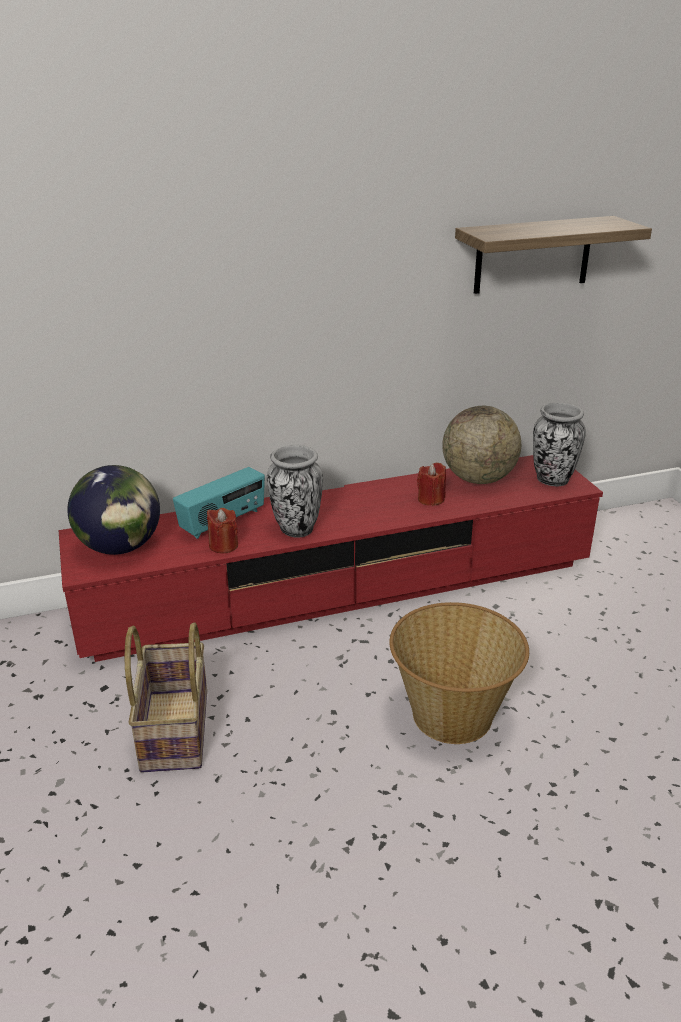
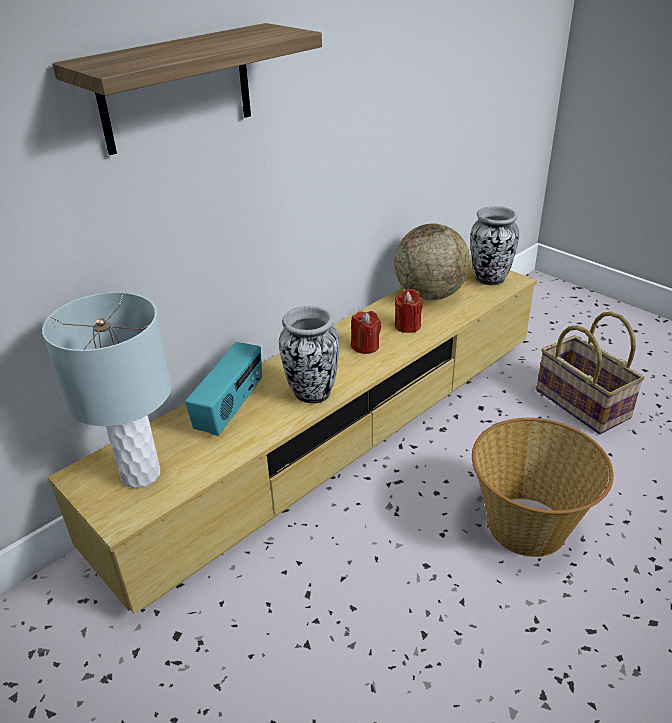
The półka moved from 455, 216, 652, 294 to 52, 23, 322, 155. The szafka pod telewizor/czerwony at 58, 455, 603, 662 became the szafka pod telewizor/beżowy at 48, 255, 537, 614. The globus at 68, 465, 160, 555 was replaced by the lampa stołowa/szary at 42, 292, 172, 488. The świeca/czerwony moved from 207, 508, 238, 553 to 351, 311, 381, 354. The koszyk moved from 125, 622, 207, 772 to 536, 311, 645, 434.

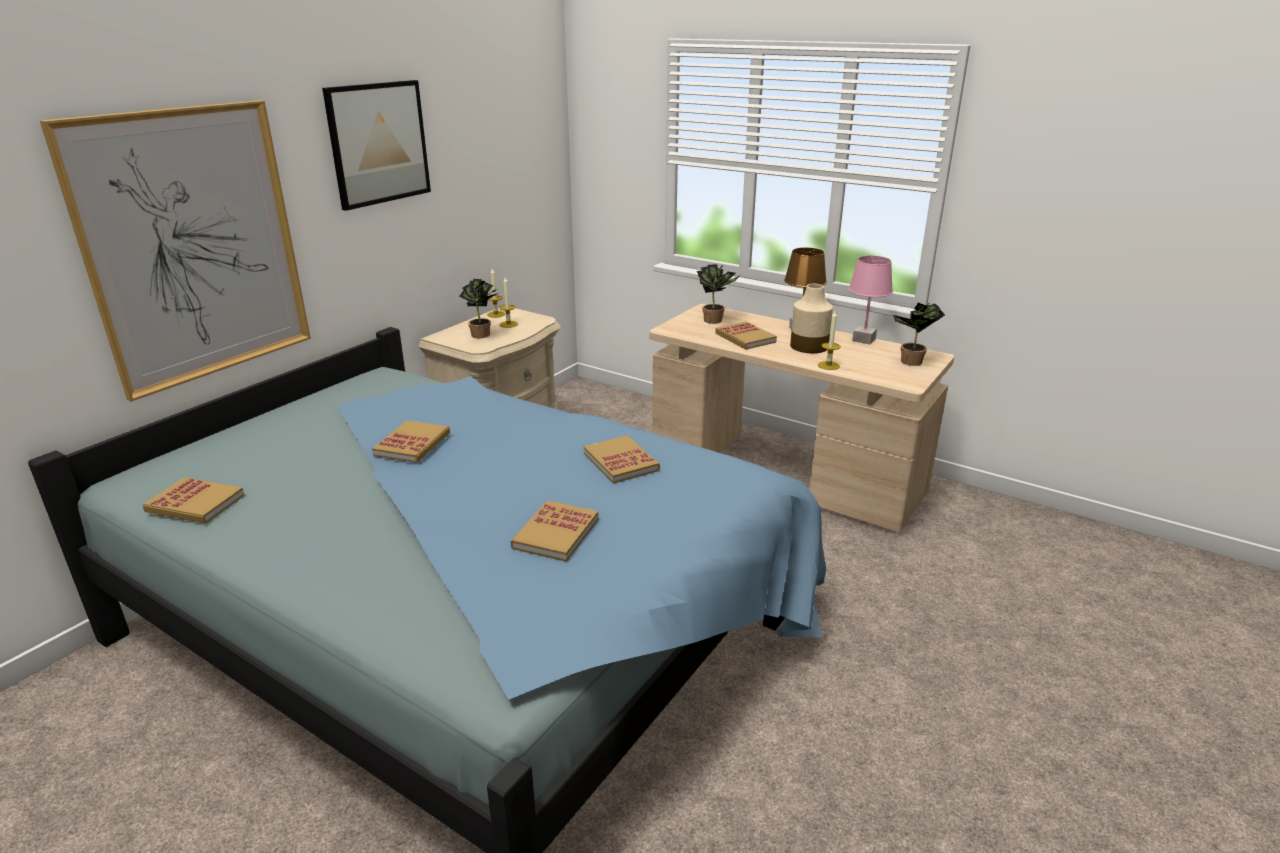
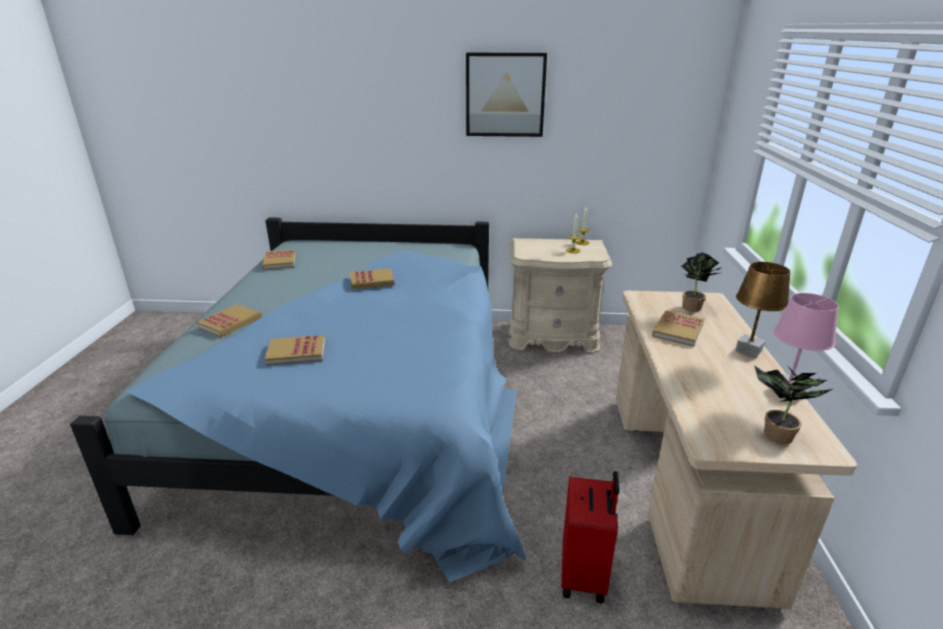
The obraz at 40, 100, 311, 402 disappeared. The roślina doniczkowa at 459, 279, 498, 338 disappeared. The wazon/beżowy at 790, 284, 833, 353 disappeared. The świeca at 818, 311, 840, 370 disappeared. The książka moved from 584, 436, 660, 484 to 196, 304, 262, 337. The walizka/czerwony at 561, 471, 619, 603 appeared.

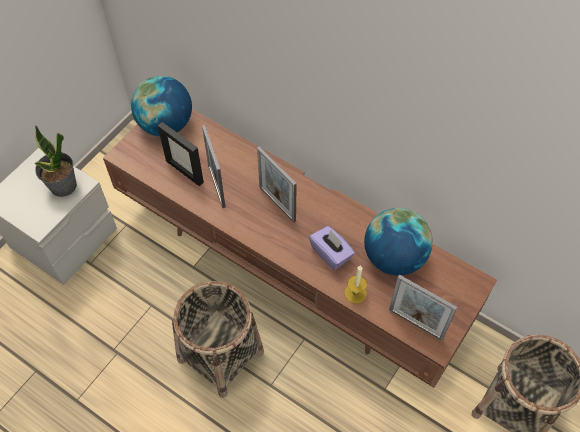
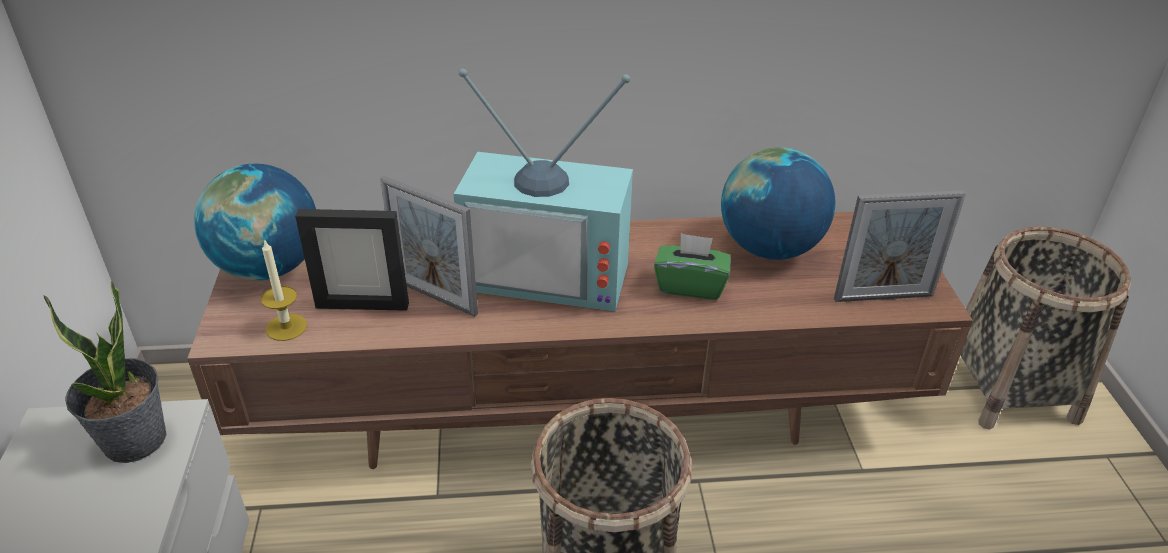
The ramka na zdjęcie at 257, 146, 297, 223 was replaced by the telewizor at 453, 69, 633, 312. The pudełko chusteczek/fioletowy at 309, 226, 355, 270 became the pudełko chusteczek/zielony at 654, 233, 731, 300. The świeca moved from 345, 265, 367, 304 to 261, 239, 307, 341.

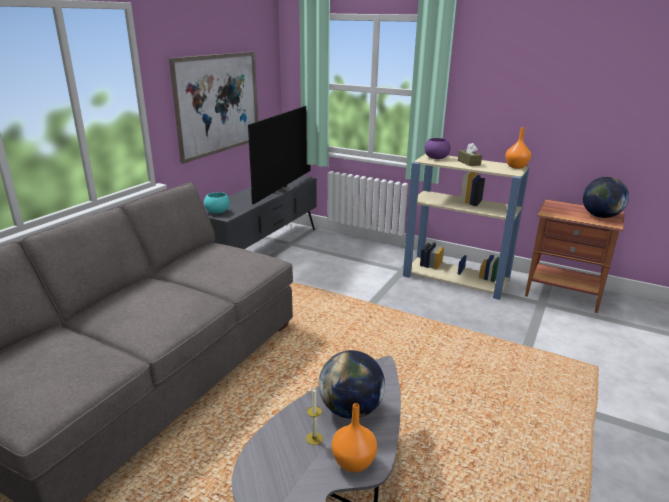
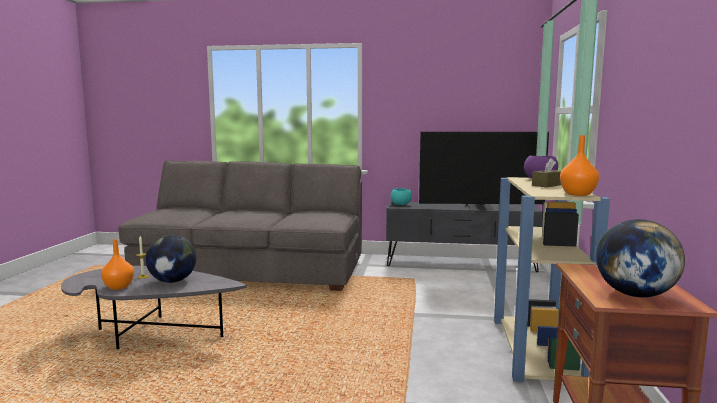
The obraz at 169, 52, 258, 164 disappeared.

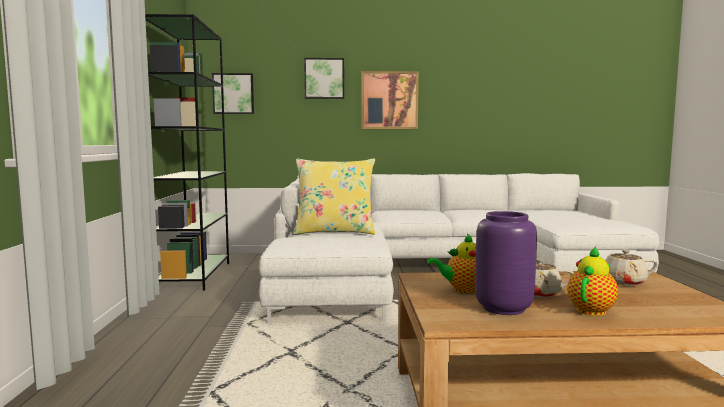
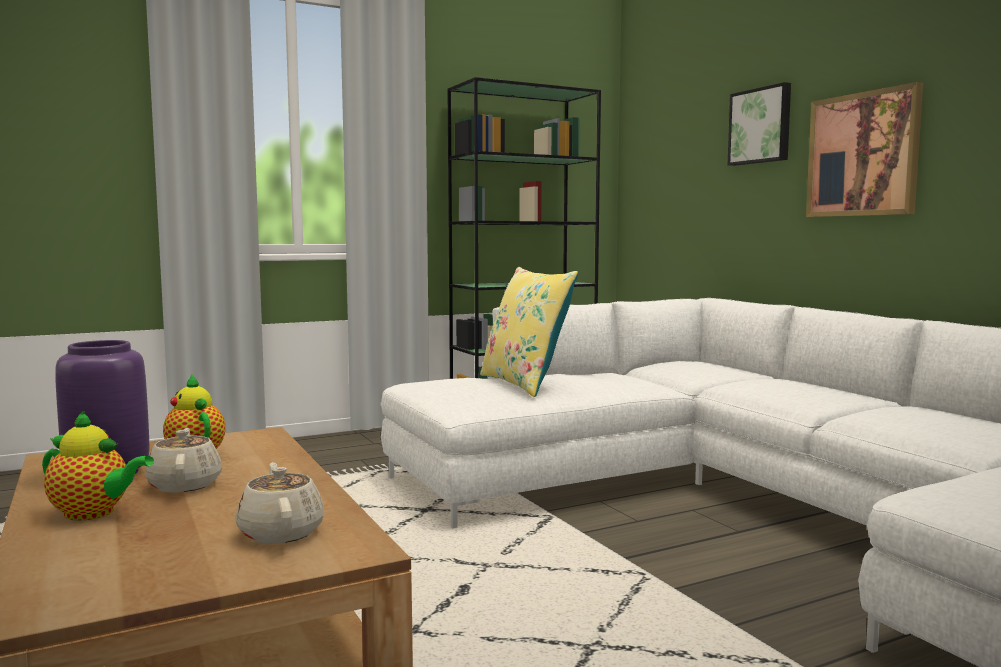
The obraz at 212, 73, 254, 114 disappeared.

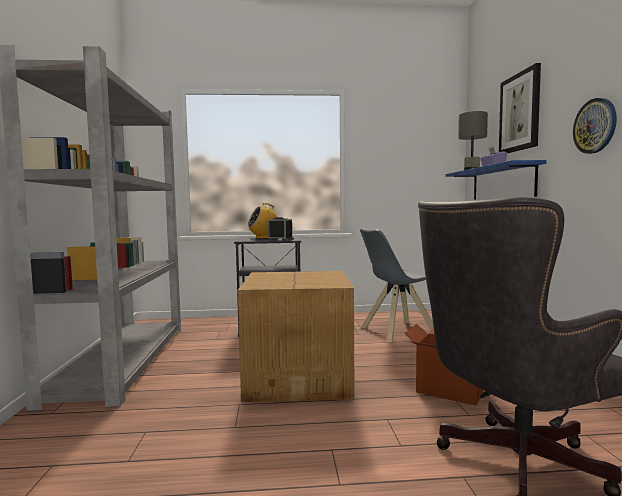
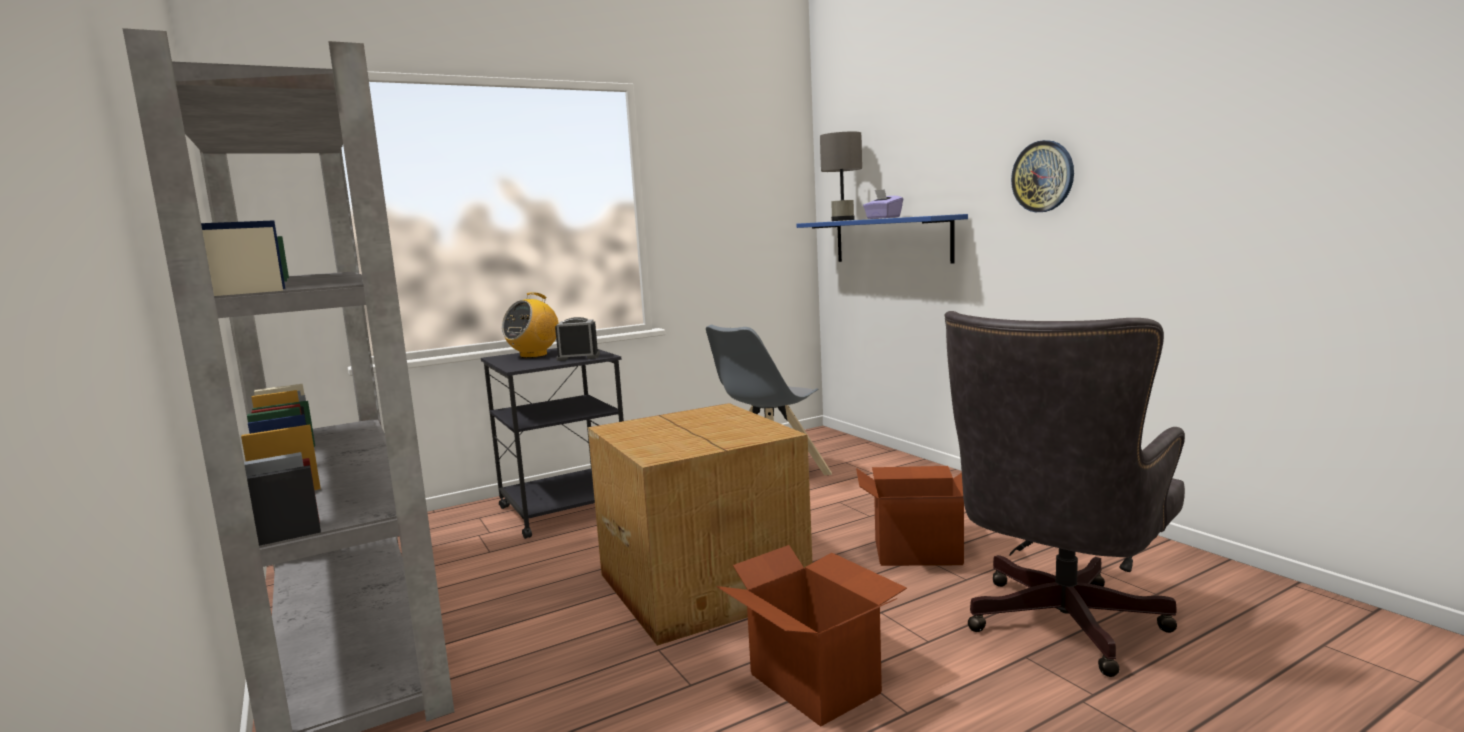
The obraz at 499, 63, 541, 153 disappeared. The karton at 717, 545, 907, 727 appeared.

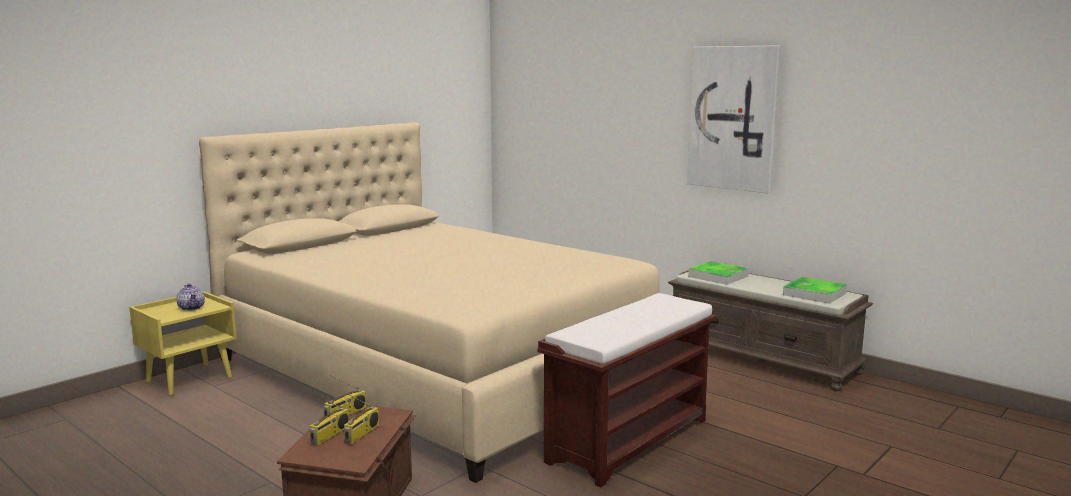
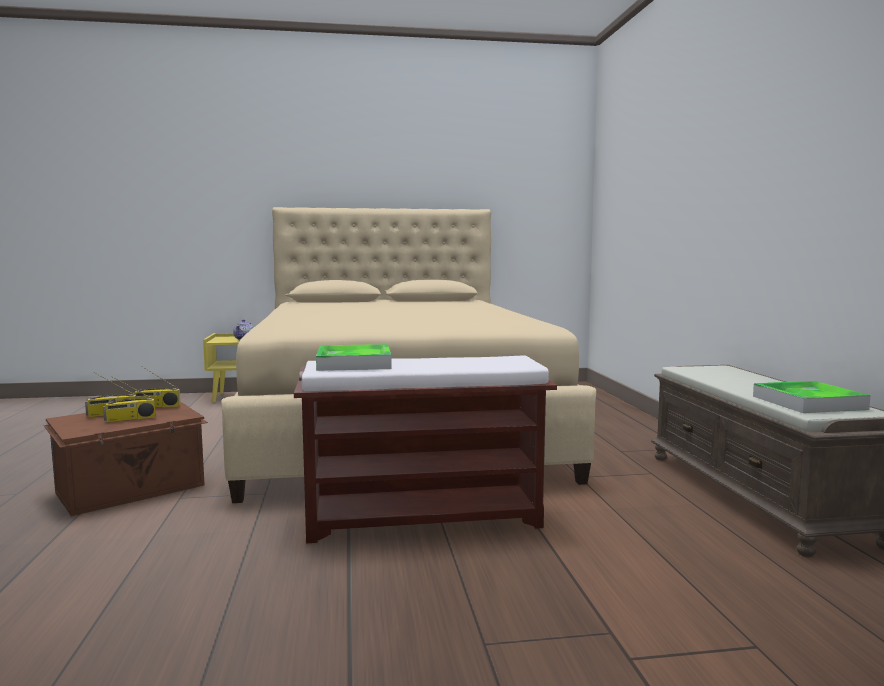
The obraz at 687, 45, 781, 193 disappeared. The taca moved from 688, 261, 749, 285 to 316, 344, 391, 371.

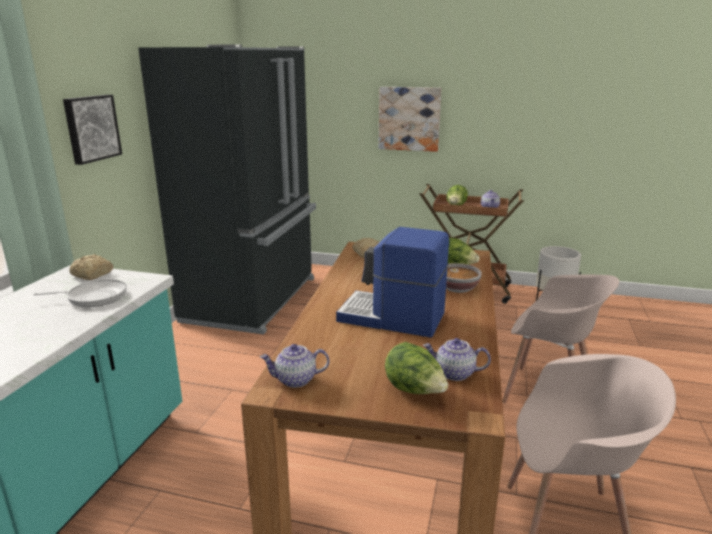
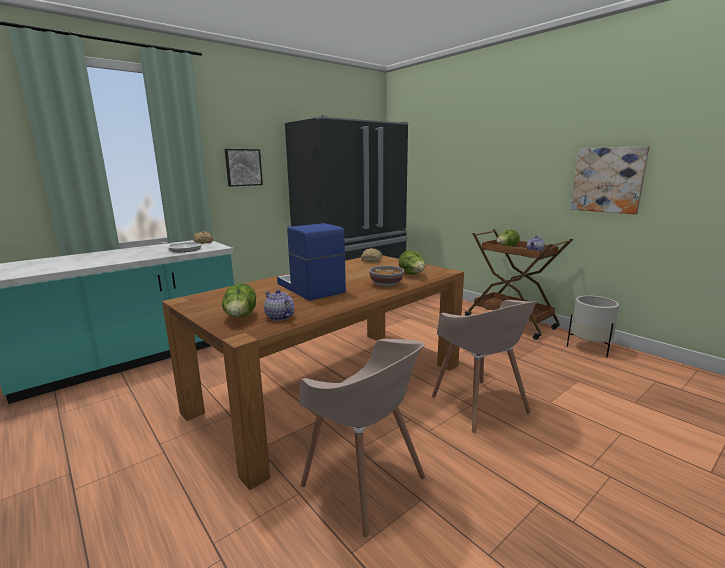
The obraz moved from 378, 87, 442, 152 to 570, 146, 650, 214. The imbryk at 260, 344, 329, 388 disappeared.

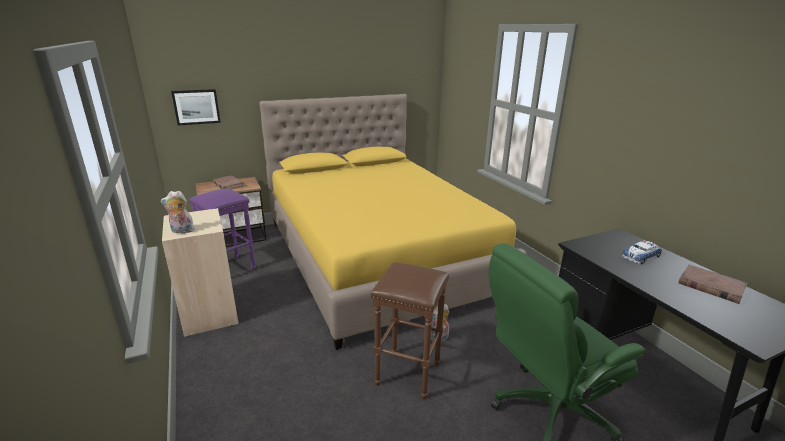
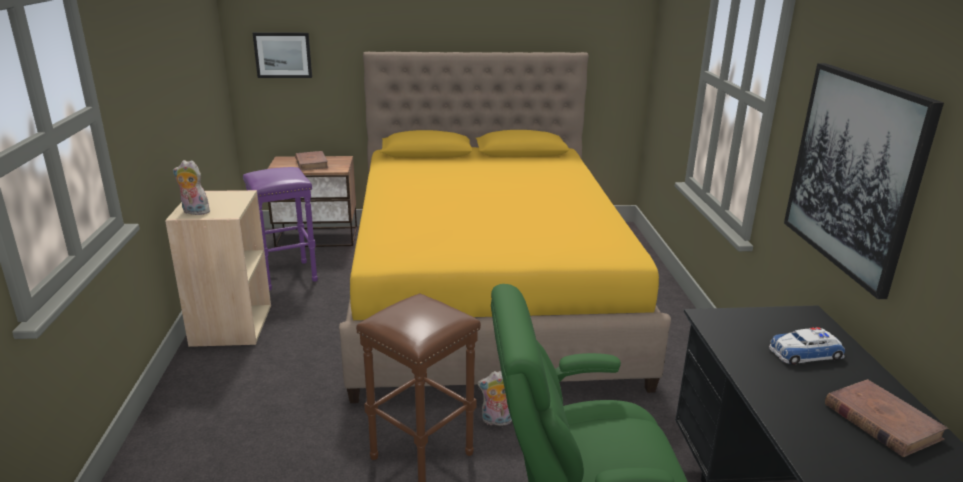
The obraz at 784, 63, 944, 299 appeared.

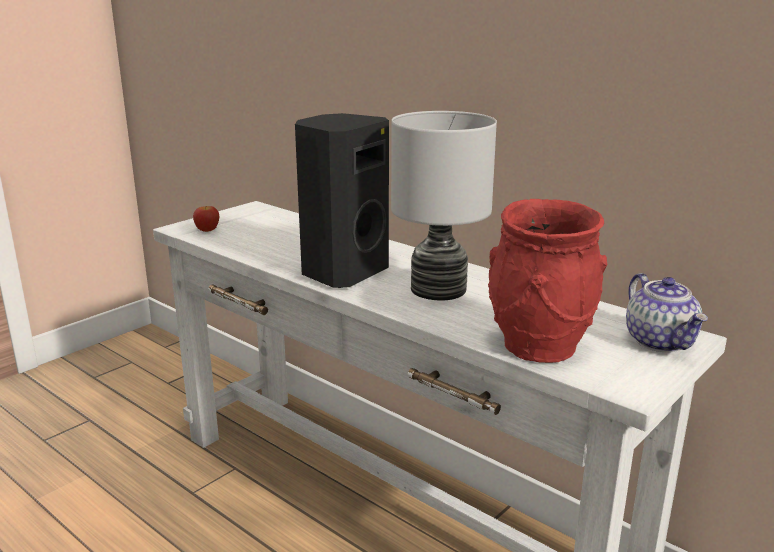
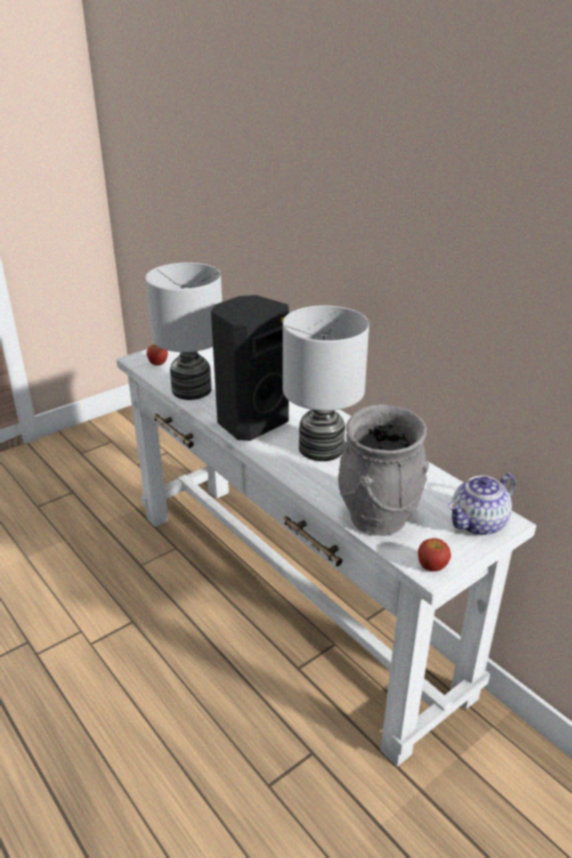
The wazon/czerwony at 488, 199, 607, 363 became the wazon/szary at 338, 404, 429, 536. The imbryk at 626, 273, 708, 352 turned 60 degrees clockwise. The lampa stołowa/szary at 145, 263, 222, 400 appeared. The jabłko at 418, 538, 451, 572 appeared.

